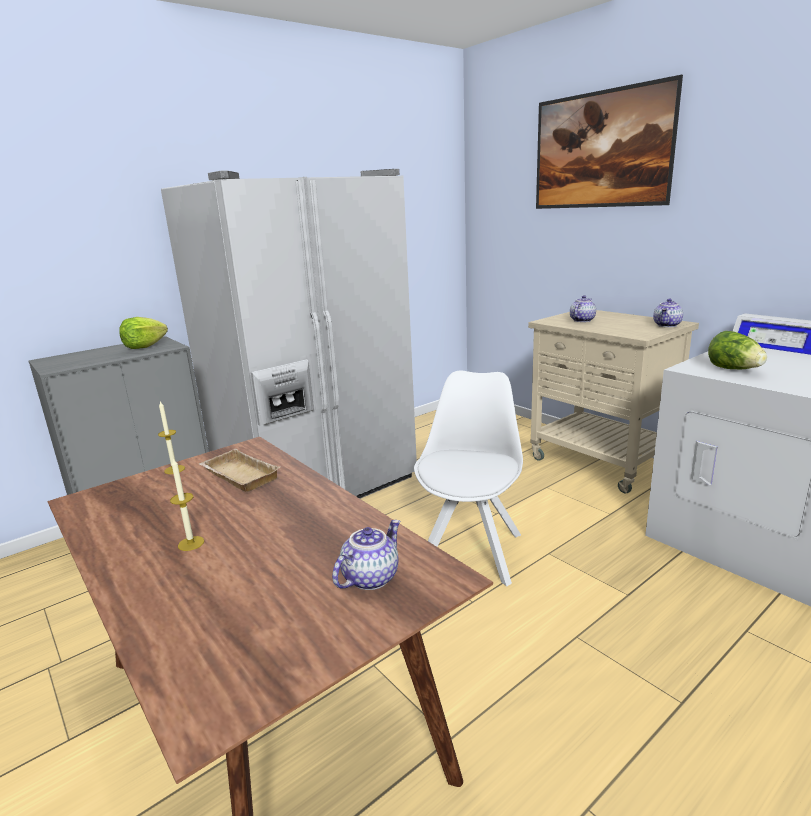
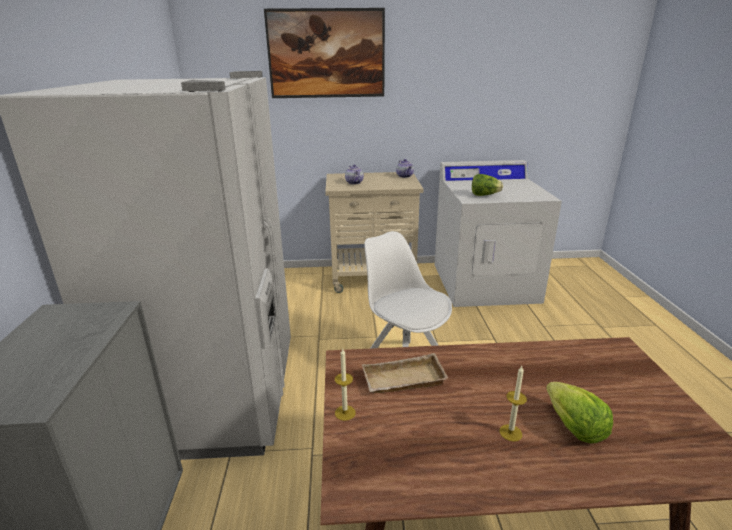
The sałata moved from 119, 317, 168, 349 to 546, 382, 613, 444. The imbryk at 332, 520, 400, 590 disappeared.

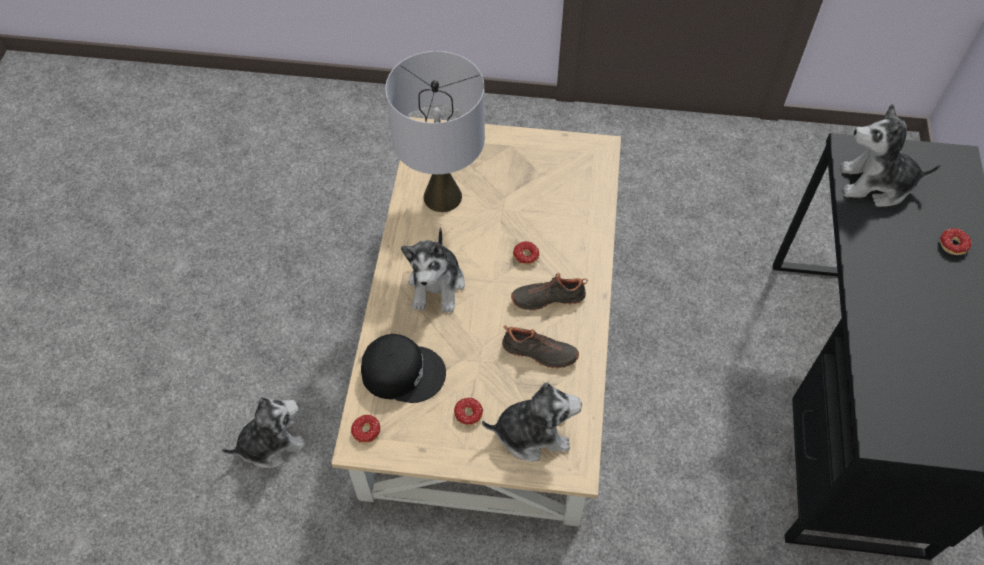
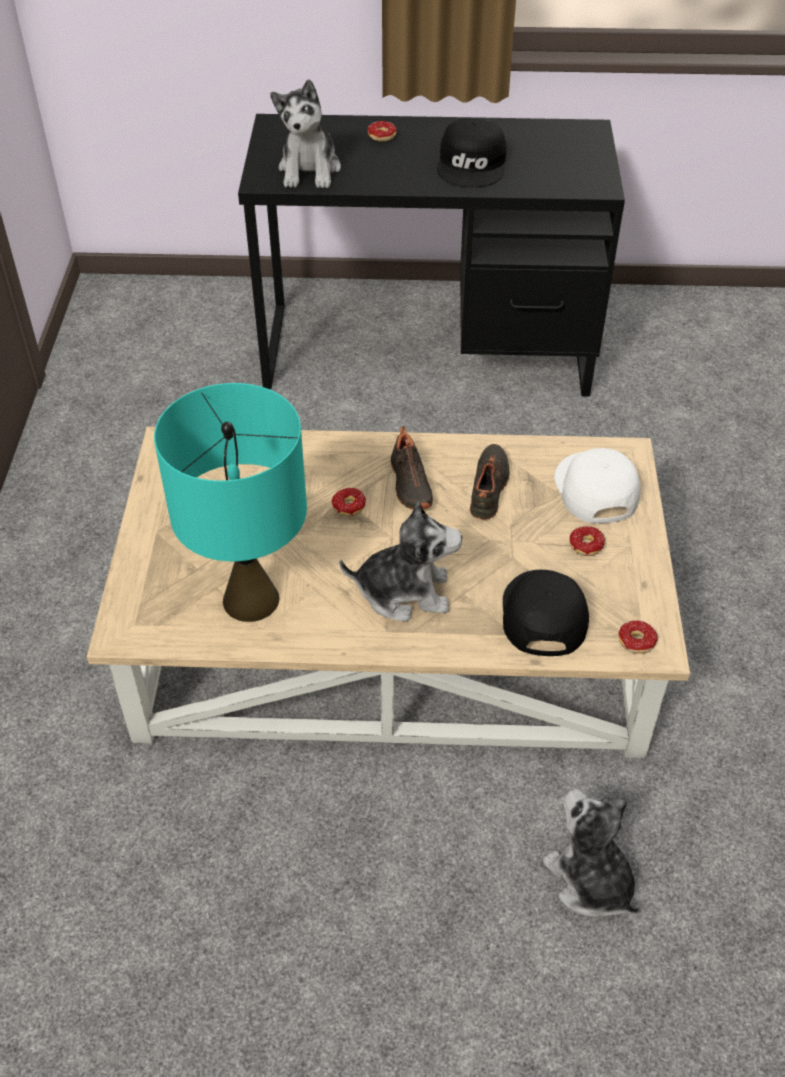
The lampa stołowa/szary at 385, 51, 485, 212 became the lampa stołowa/turkusowy at 154, 383, 307, 622. The pluszak at 482, 382, 582, 462 was replaced by the czapka z daszkiem/biały at 554, 448, 641, 523. The czapka z daszkiem/czarny at 437, 118, 507, 187 appeared.

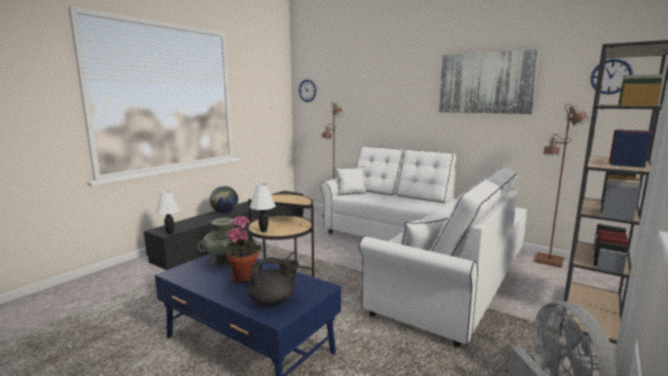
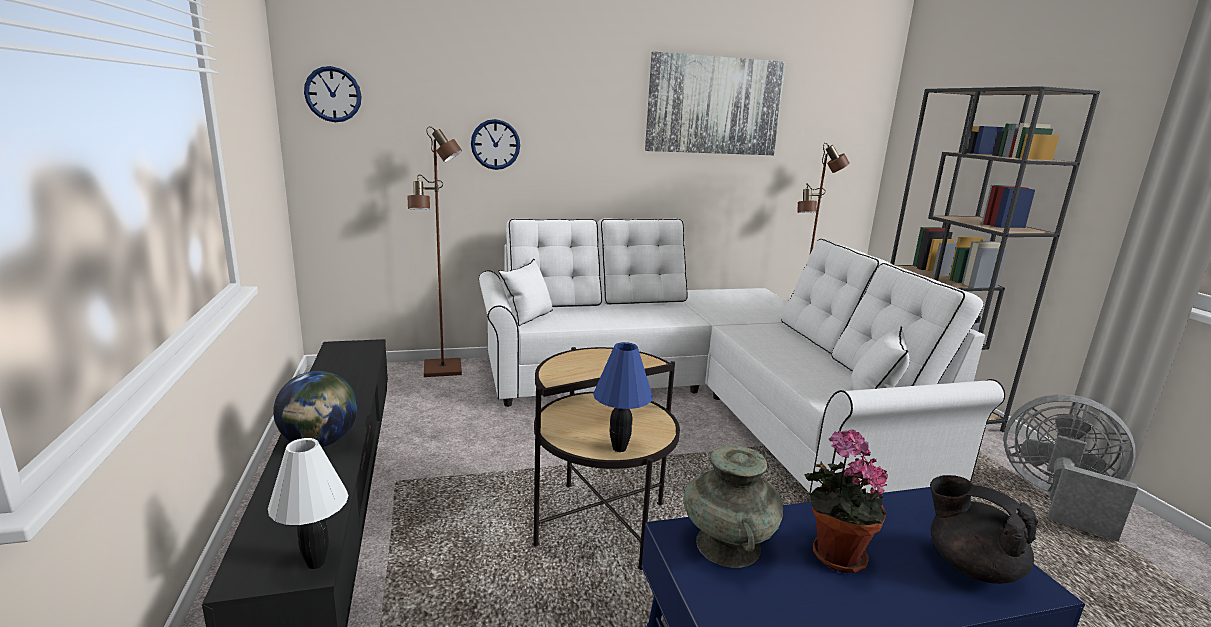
The zegar ścienny moved from 591, 59, 633, 94 to 471, 119, 520, 170. The lampa stołowa/biały at 250, 183, 276, 232 became the lampa stołowa/niebieski at 593, 342, 653, 452. The imbryk/czarny at 248, 257, 299, 306 turned 75 degrees counterclockwise.

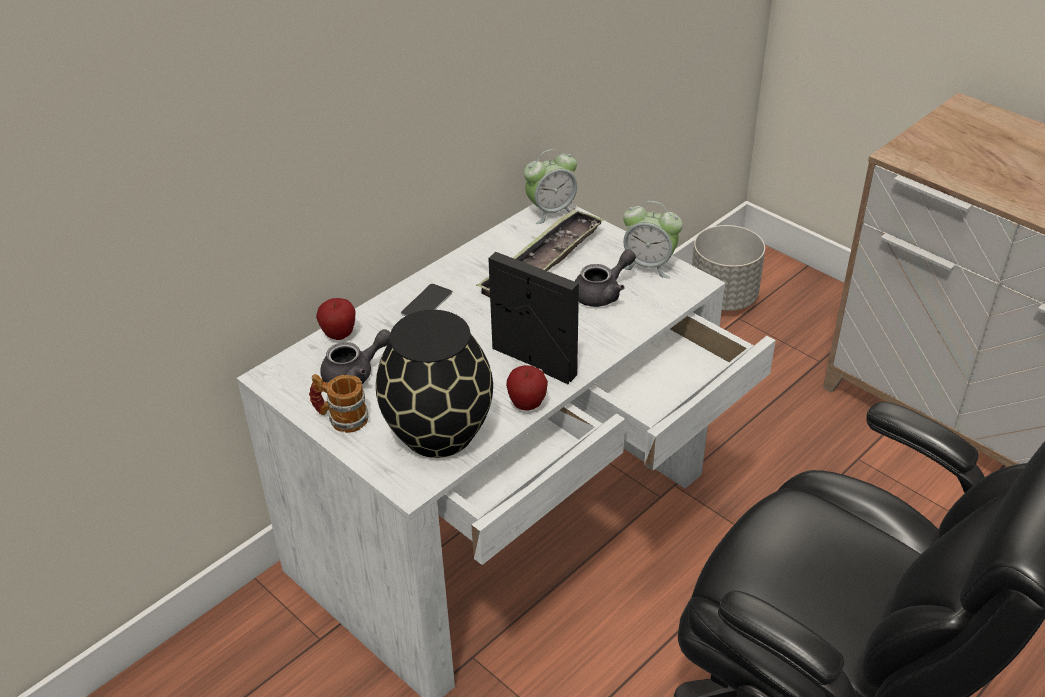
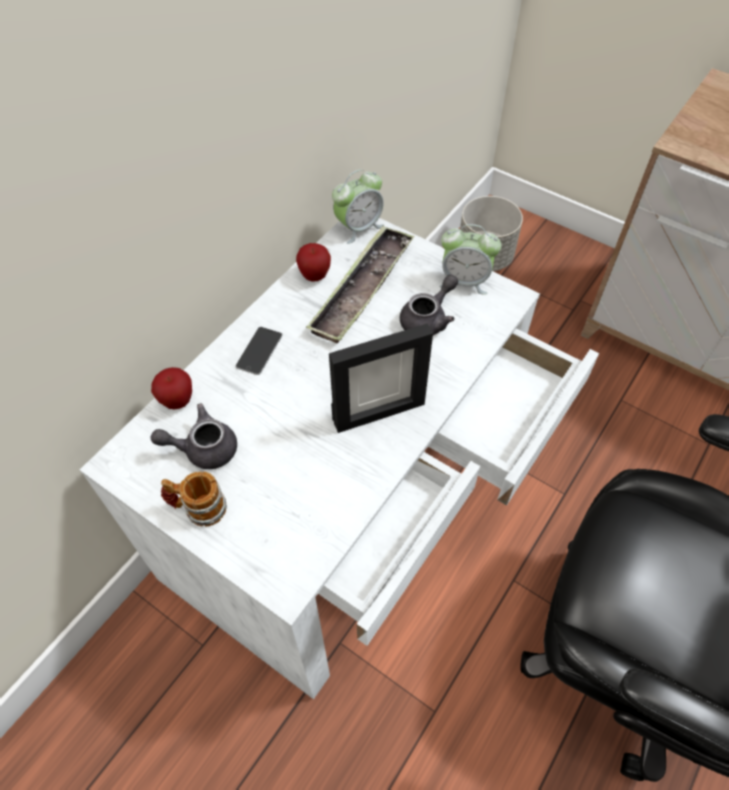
The ramka na zdjęcie at 488, 252, 579, 385 turned 135 degrees clockwise. The wazon/czarny at 376, 310, 493, 458 disappeared. The imbryk/szary at 320, 329, 391, 384 turned 150 degrees counterclockwise. The jabłko moved from 506, 365, 548, 411 to 296, 243, 331, 281.

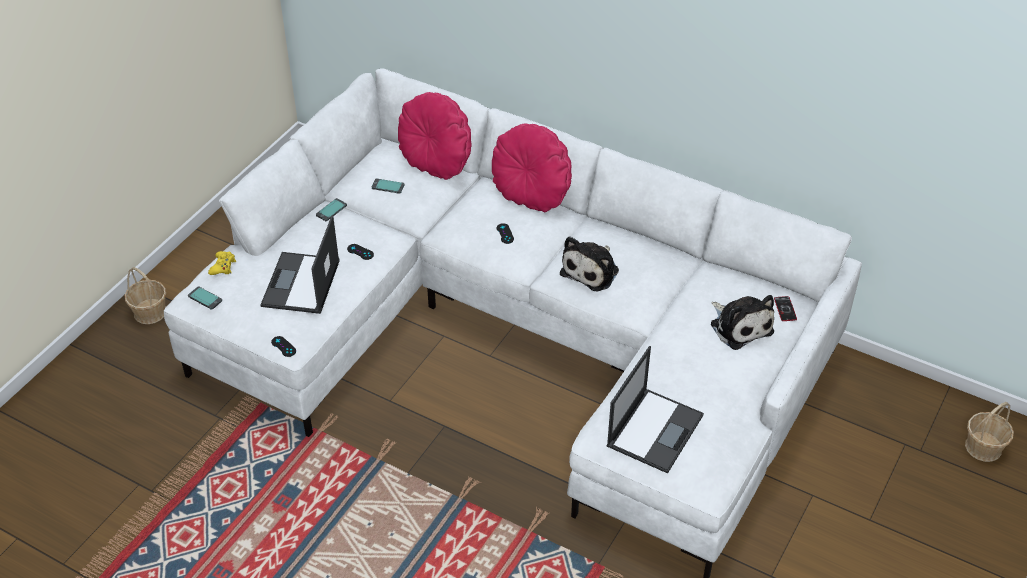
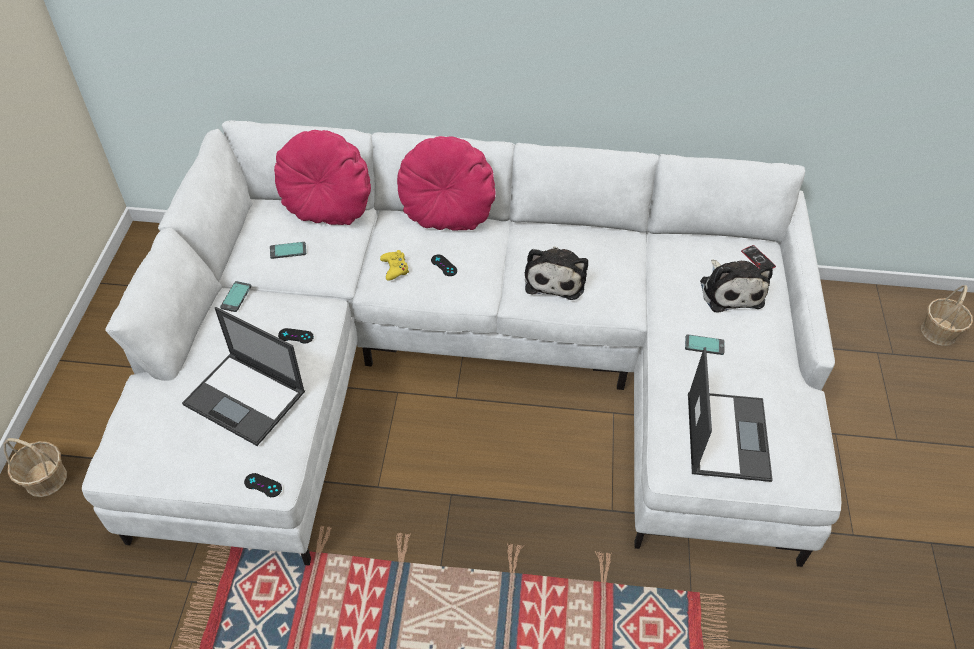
The laptop at 260, 215, 340, 314 turned 45 degrees counterclockwise. The pad do gier/żółty moved from 208, 251, 236, 275 to 380, 250, 409, 281. The telefon moved from 188, 286, 222, 310 to 685, 334, 724, 355. The pluszak at 711, 295, 774, 350 turned 45 degrees clockwise.

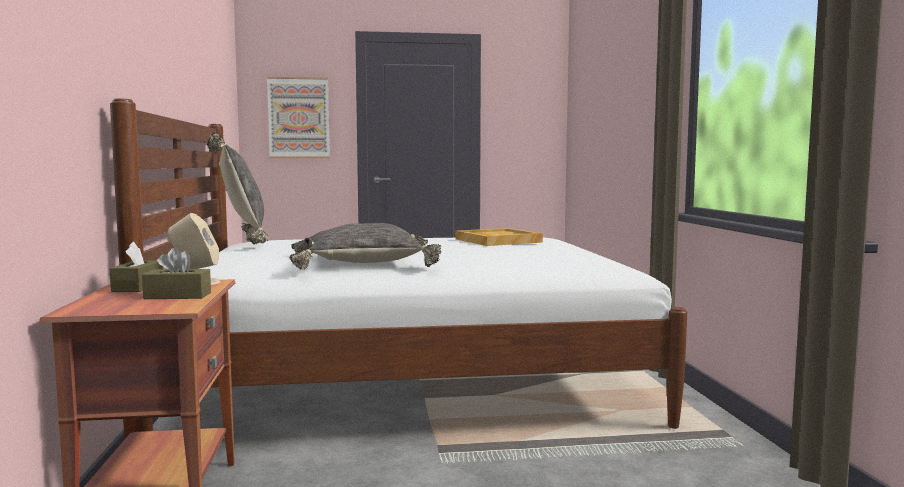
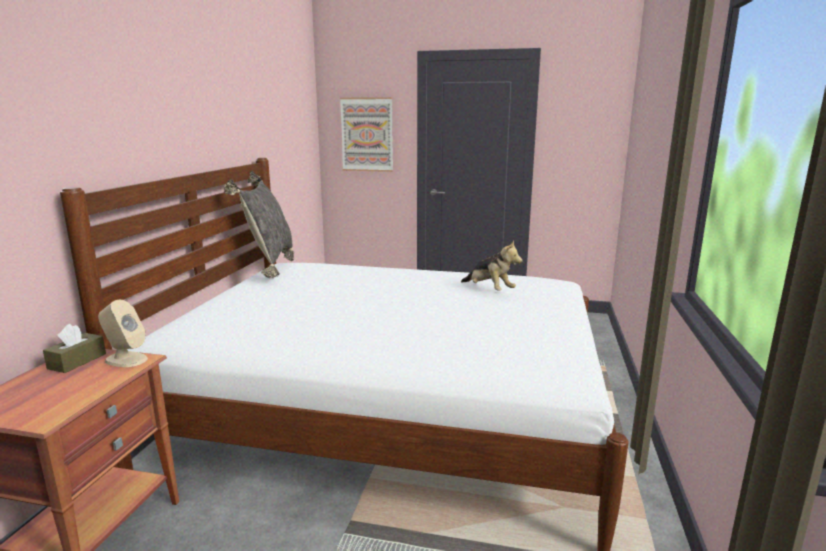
The poduszka at 289, 223, 442, 270 disappeared. The taca/beżowy at 456, 228, 543, 246 was replaced by the pluszak at 461, 240, 522, 290. The pudełko chusteczek/brązowy at 142, 248, 211, 299 disappeared.

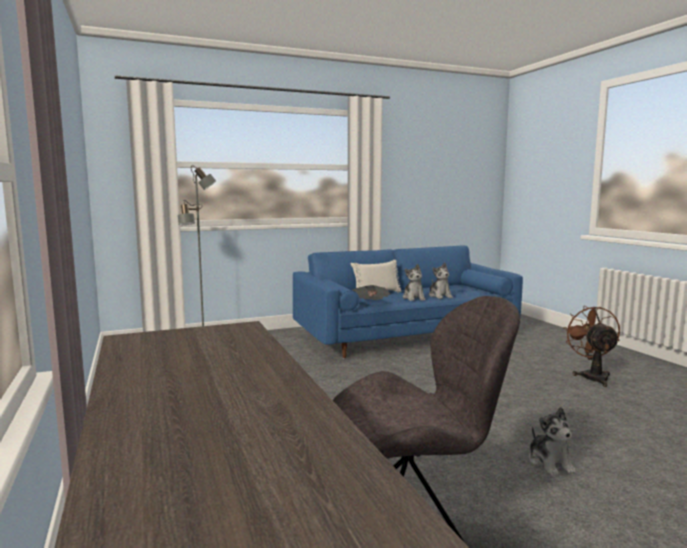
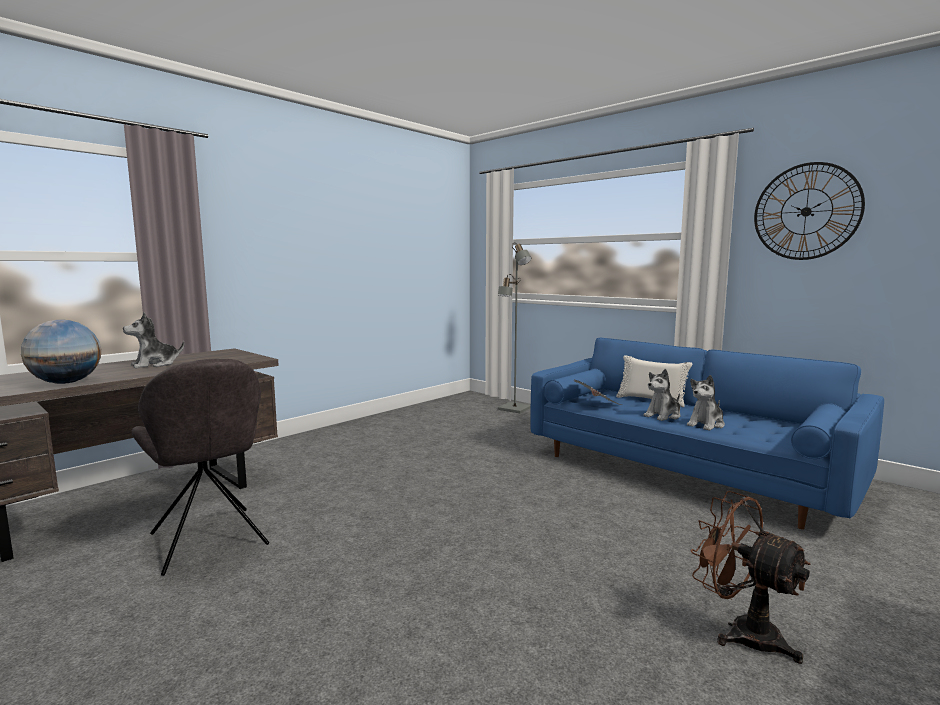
The wentylator/brązowy at 563, 306, 620, 387 turned 105 degrees counterclockwise. The pluszak moved from 529, 407, 576, 476 to 123, 312, 184, 368. The zegar ścienny at 754, 162, 865, 260 appeared. The globus at 21, 320, 101, 384 appeared.

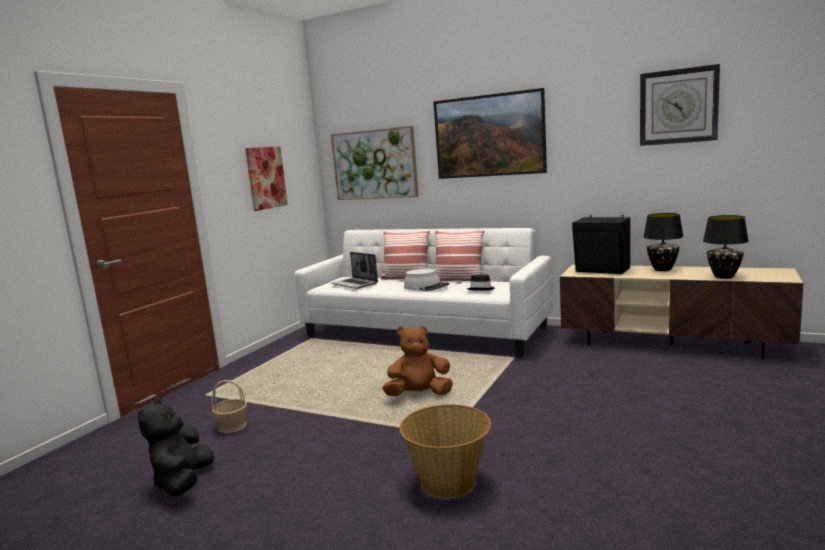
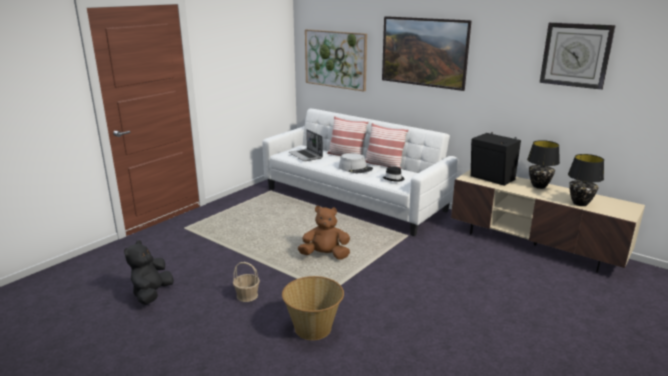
The obraz at 245, 146, 288, 211 disappeared. The koszyk moved from 212, 380, 247, 433 to 233, 262, 260, 302.

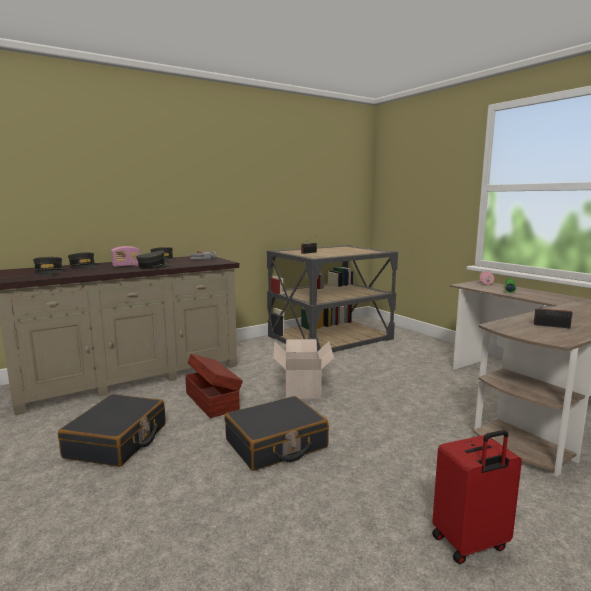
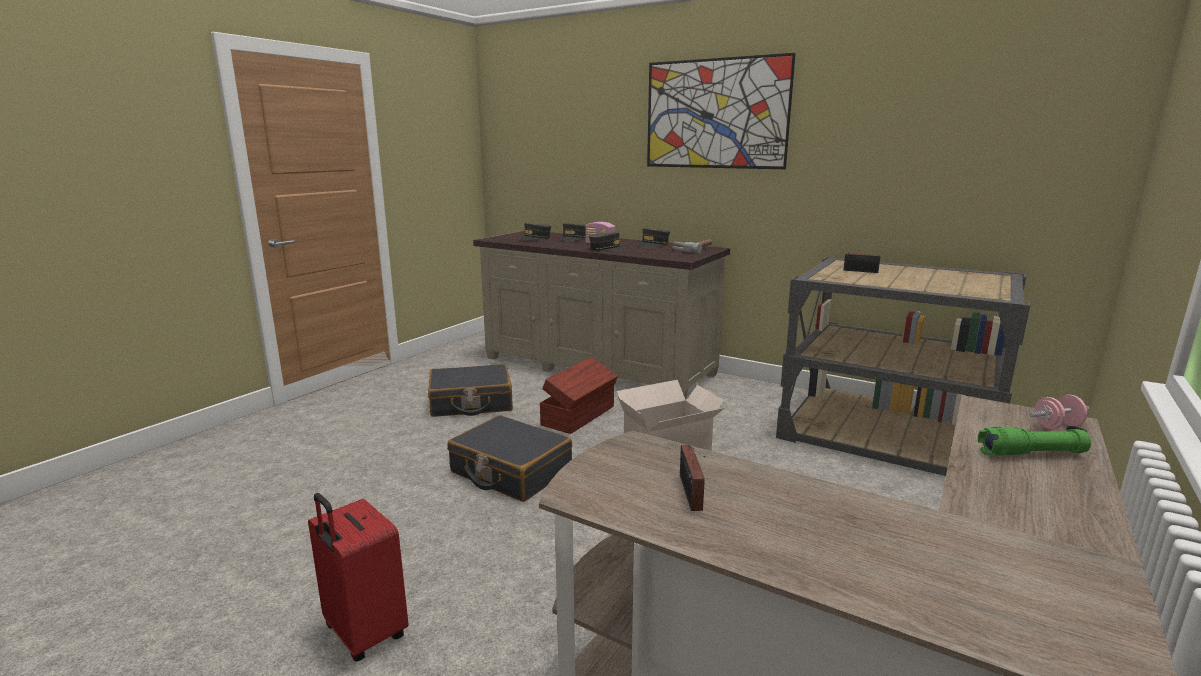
The obraz at 647, 53, 796, 169 appeared.

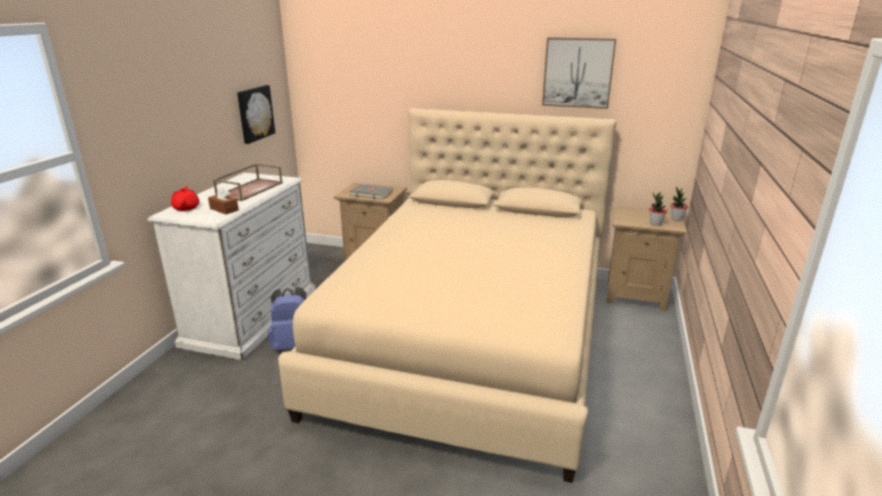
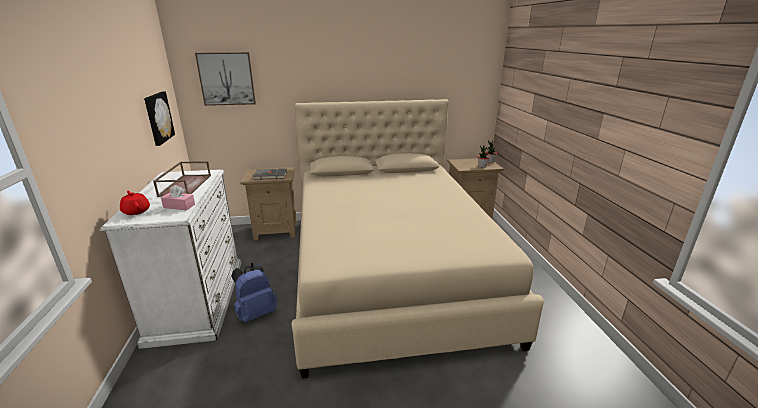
The obraz moved from 542, 37, 616, 109 to 195, 52, 256, 106. The pudełko chusteczek/brązowy at 208, 187, 239, 214 became the pudełko chusteczek/różowy at 161, 185, 195, 210.

